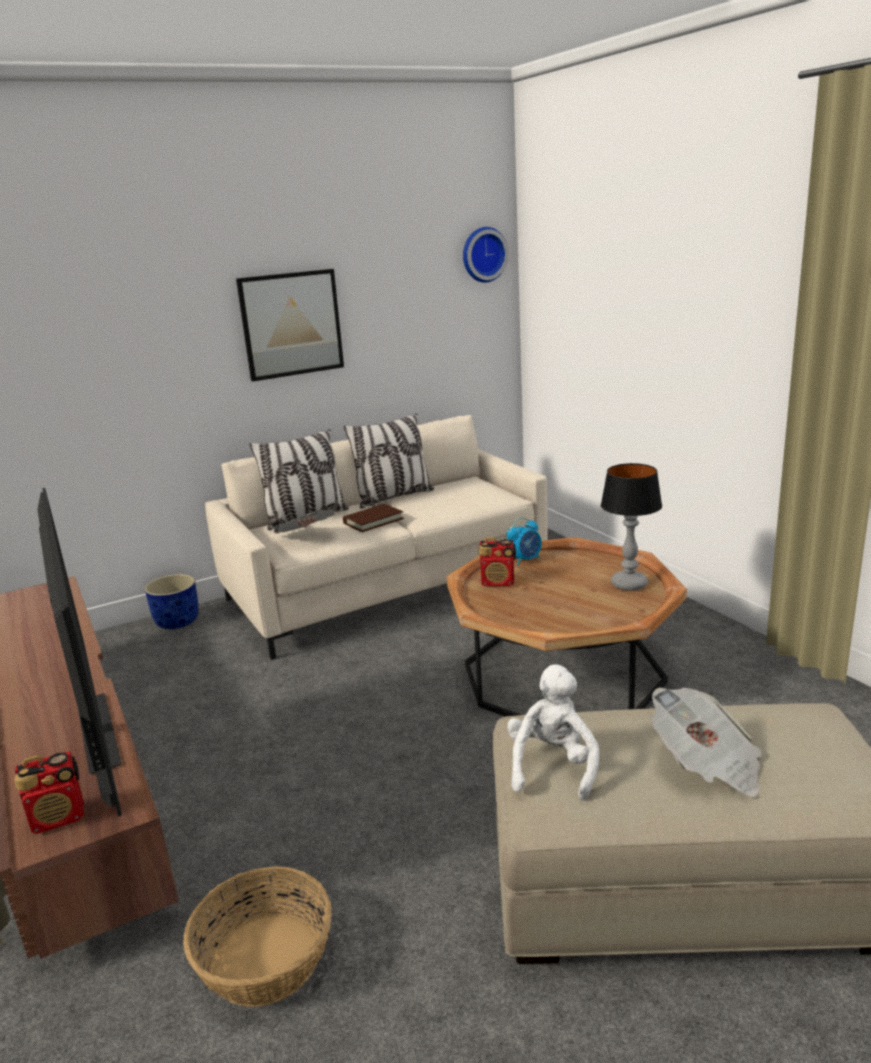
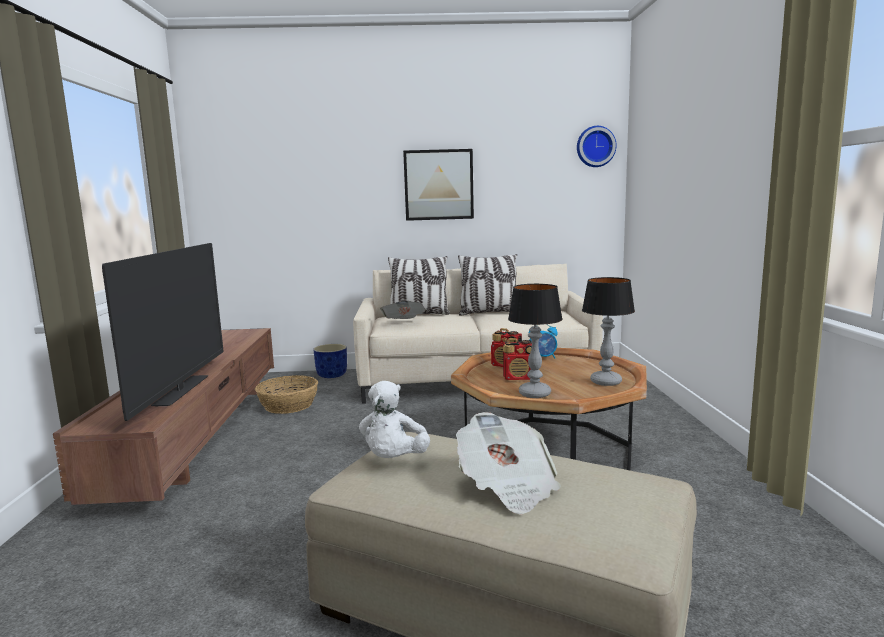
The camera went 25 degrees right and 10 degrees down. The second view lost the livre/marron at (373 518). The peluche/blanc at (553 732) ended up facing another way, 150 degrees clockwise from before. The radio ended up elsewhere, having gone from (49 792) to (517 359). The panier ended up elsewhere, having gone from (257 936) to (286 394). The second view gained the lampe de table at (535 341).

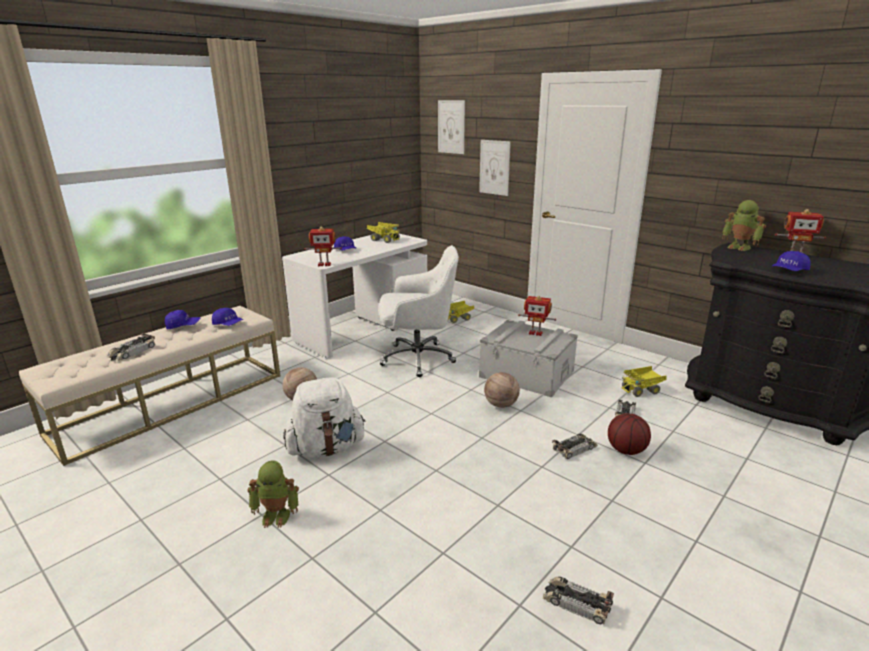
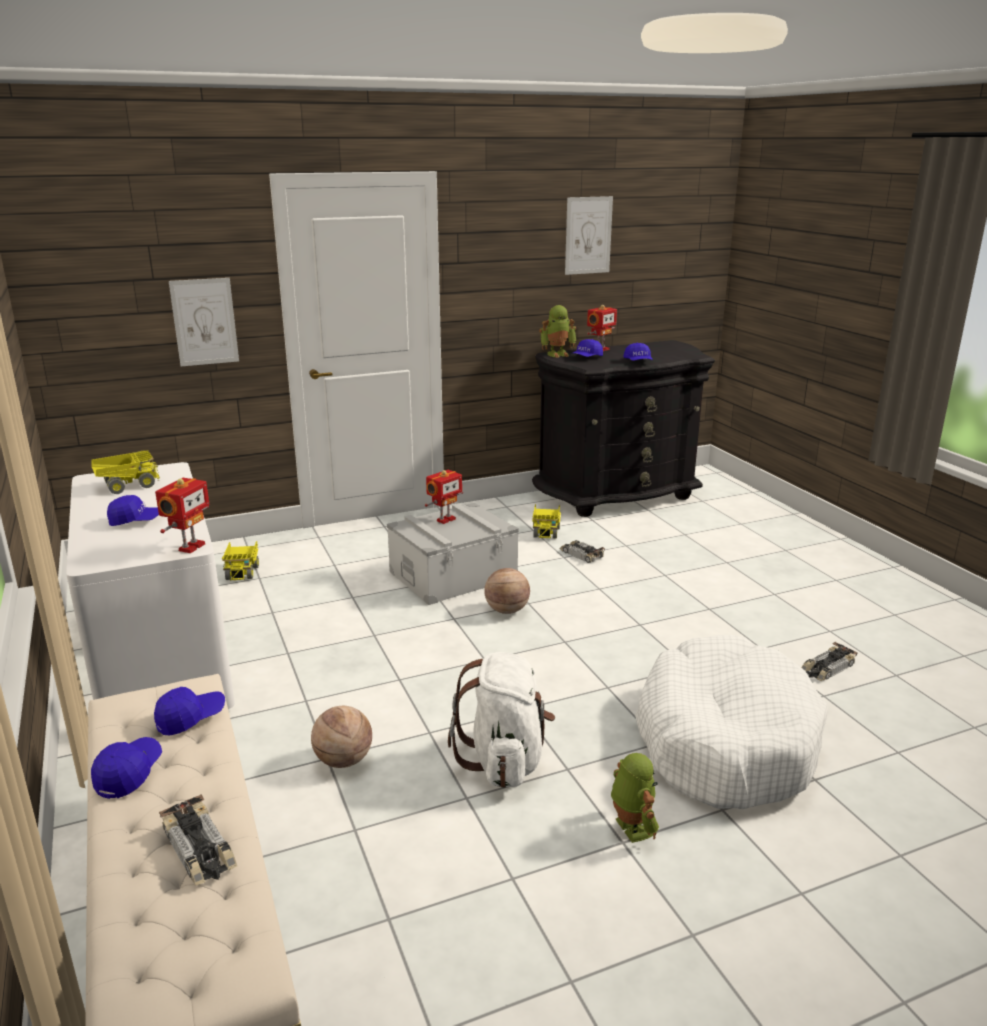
The camera went 65 degrees left and 0 degrees up. The tableau ended up elsewhere, having gone from (451 127) to (589 235). The second view lost the chaise de bureau/blanc at (418 311). The second view lost the ballon de basket at (629 434). The second view lost the petite voiture at (575 446). The robot jouet at (273 494) ended up facing another way, 45 degrees counterclockwise from before. The second view gained the casquette/bleu at (587 348). The second view gained the panier pour chien/blanc at (731 722).

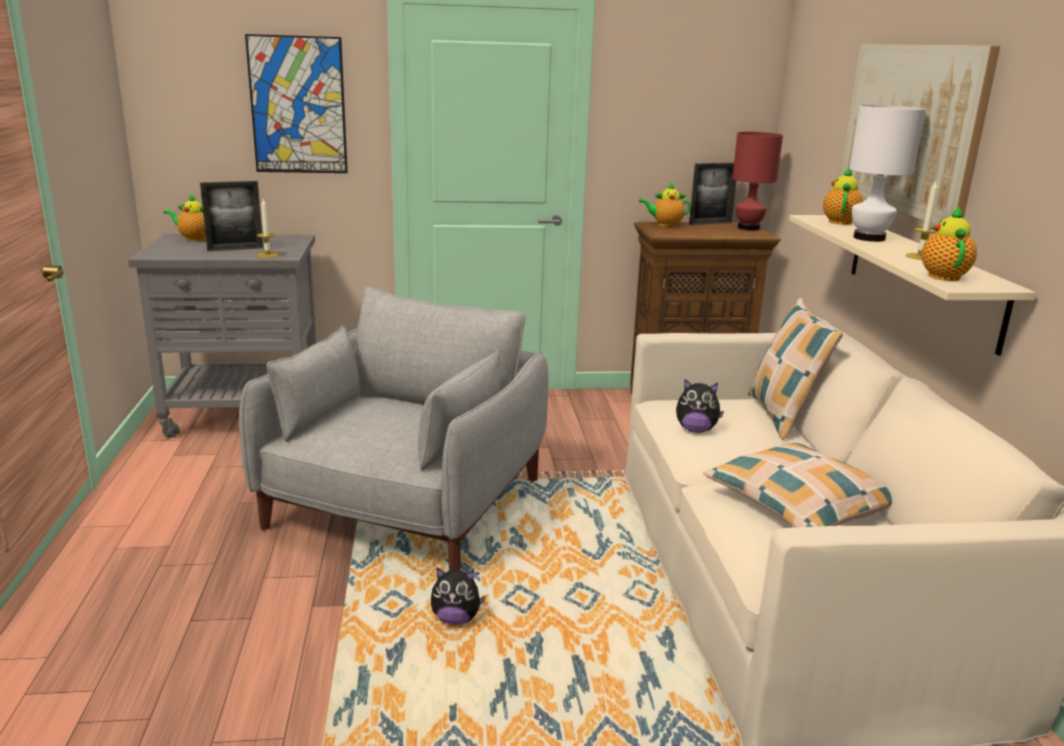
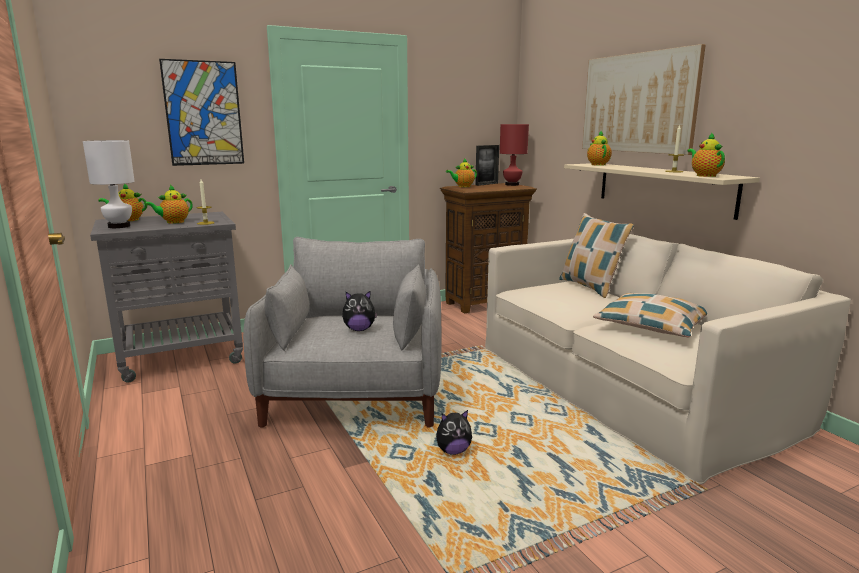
The camera went 20 degrees left and 5 degrees down. The lampe de table/blanc ended up elsewhere, having gone from (887 173) to (109 184). Where the cadre photo stood at (231 216), the théière came to stand at (168 204). The peluche ended up elsewhere, having gone from (700 406) to (360 311).

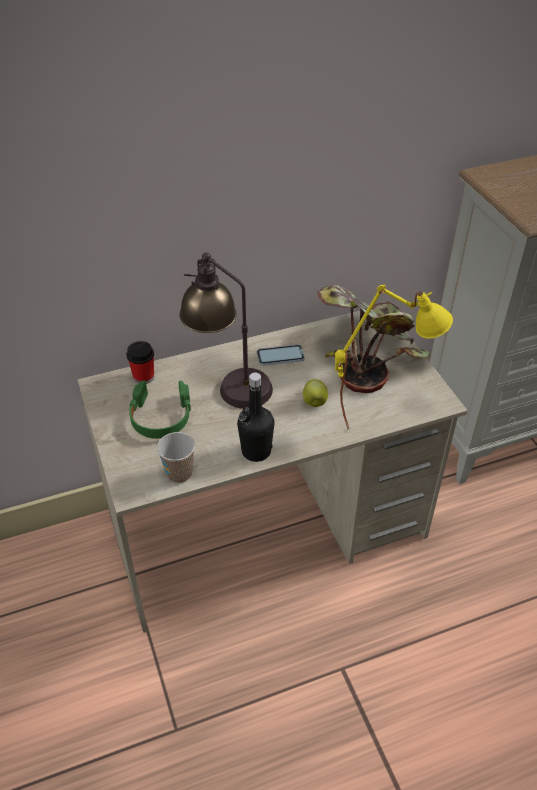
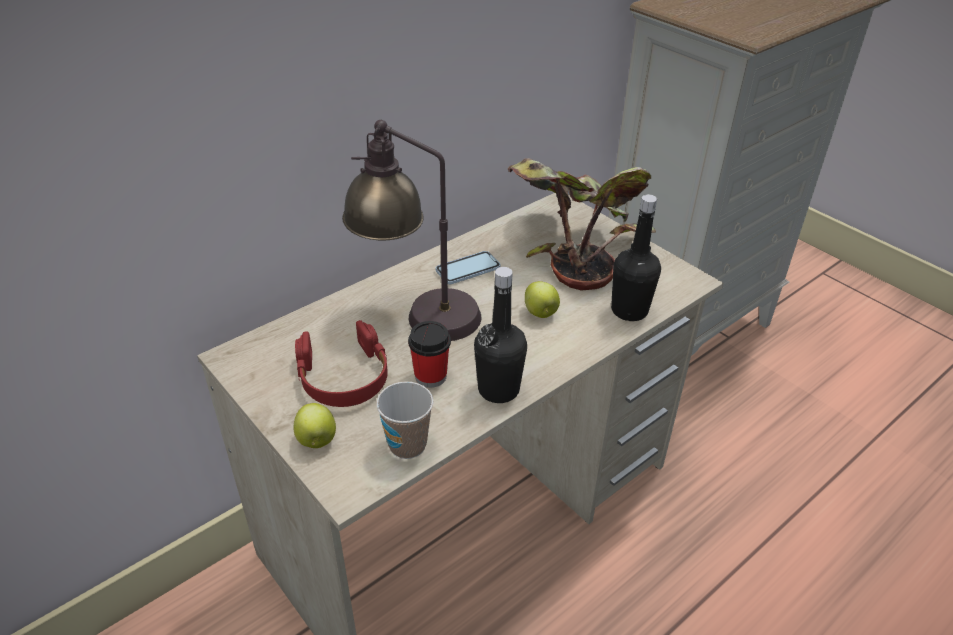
The camera went 20 degrees left and 5 degrees down. Where the lampe de table/jaune stood at (394 357), the bouteille/noir came to stand at (636 257). The tasse ended up elsewhere, having gone from (140 362) to (429 354). What was the casque audio/vert at (160 409) turned into the casque audio/rouge at (341 363). The second view gained the pomme at (315 425).

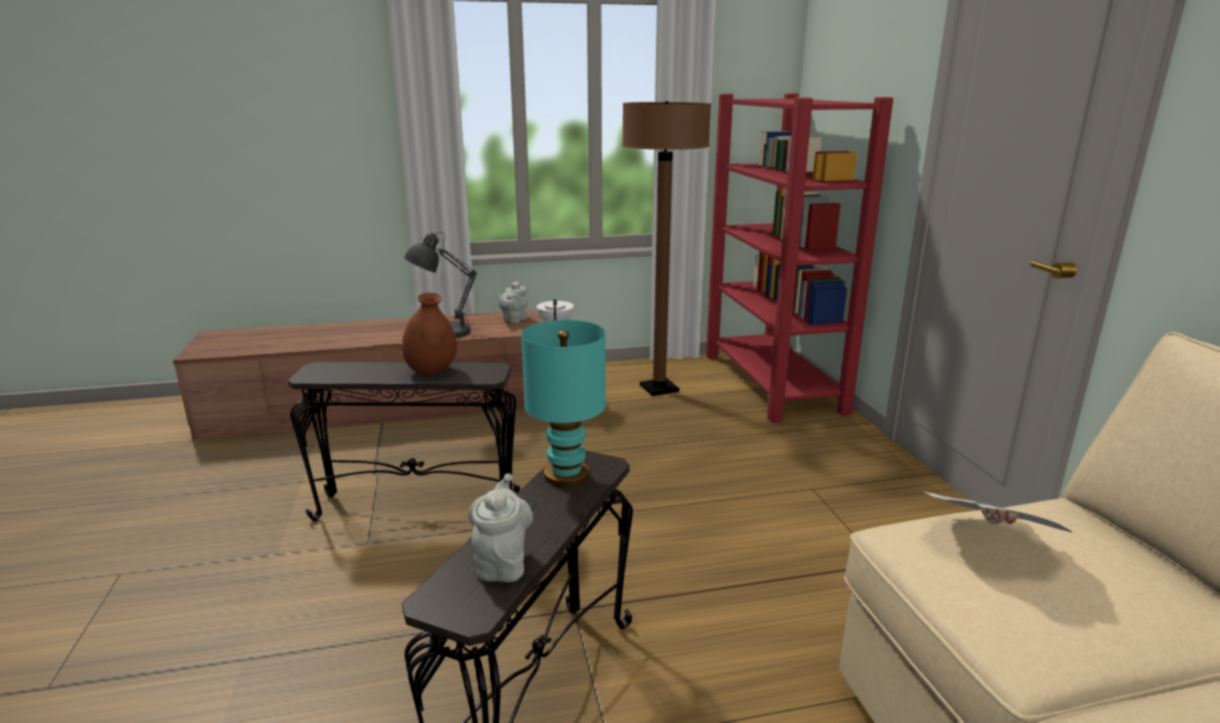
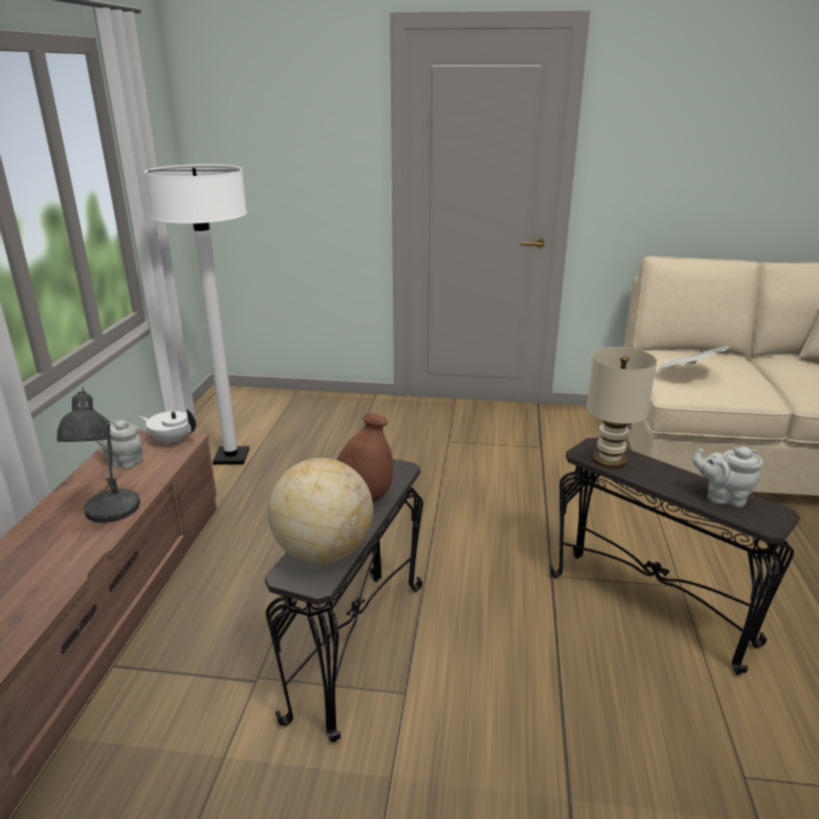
The camera went 70 degrees left and 5 degrees up. The second view lost the bibliothèque/rouge at (799 258). What was the lampadaire/marron at (666 248) turned into the lampadaire/blanc at (196 314). The théière/gris at (513 302) ended up facing another way, 150 degrees clockwise from before. What was the lampe de table/turquoise at (563 403) turned into the lampe de table/beige at (622 408). The second view gained the globe at (320 511).

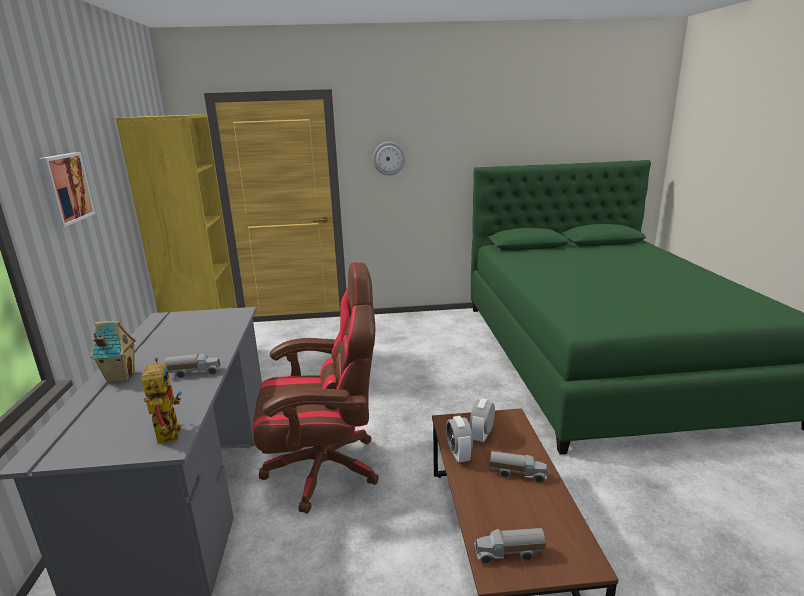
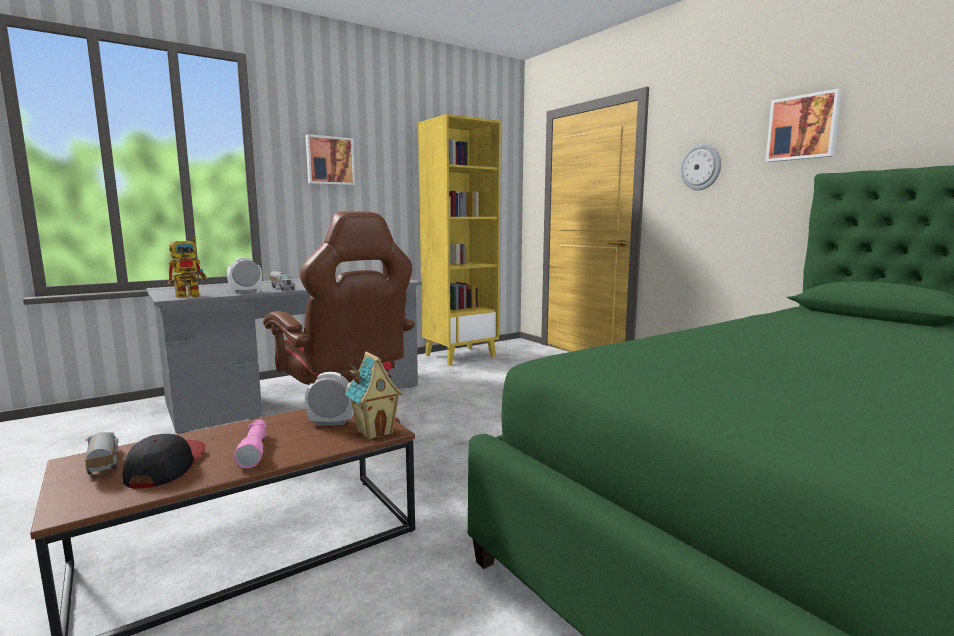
The camera went 60 degrees right and 10 degrees down. The maison miniature ended up elsewhere, having gone from (113 351) to (374 396). The réveil ended up elsewhere, having gone from (459 439) to (244 275). Where the camion jouet stood at (518 466), the lampe de poche/rose came to stand at (250 444). The second view gained the tableau at (803 125). The second view gained the casquette at (164 461).

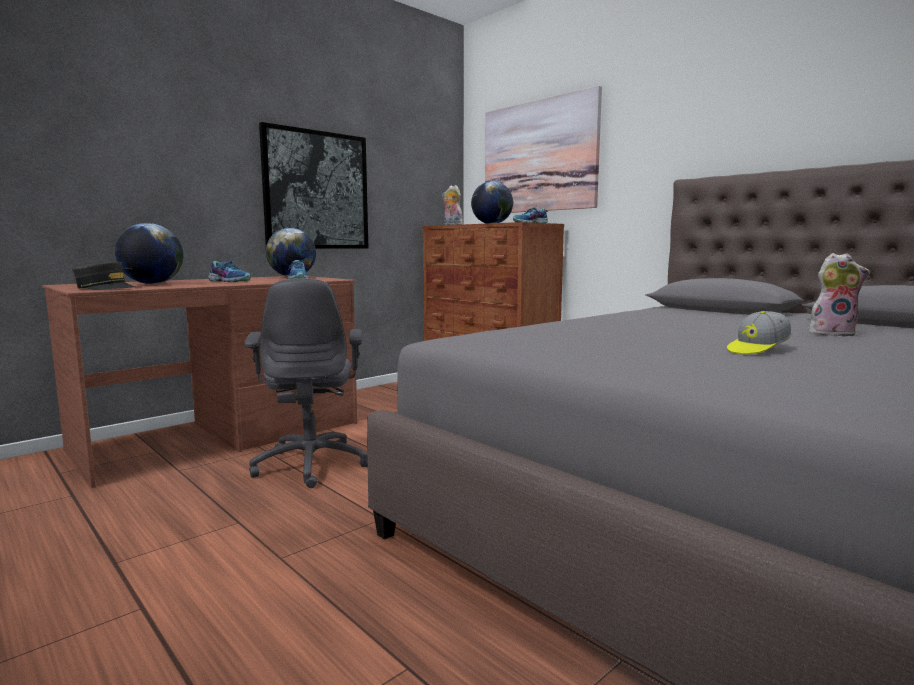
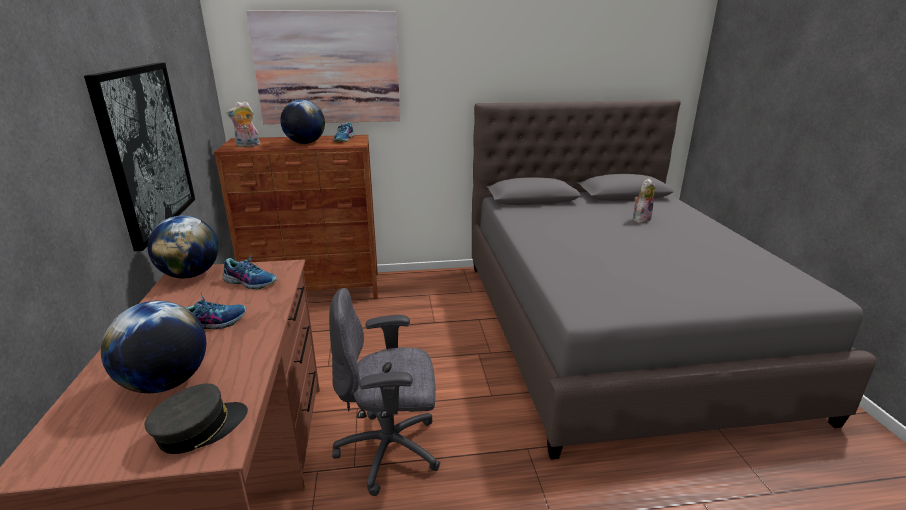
The camera went 55 degrees left and 15 degrees up. The chaise de bureau/gris at (306 383) ended up facing another way, 150 degrees clockwise from before. The second view lost the casquette at (759 332).

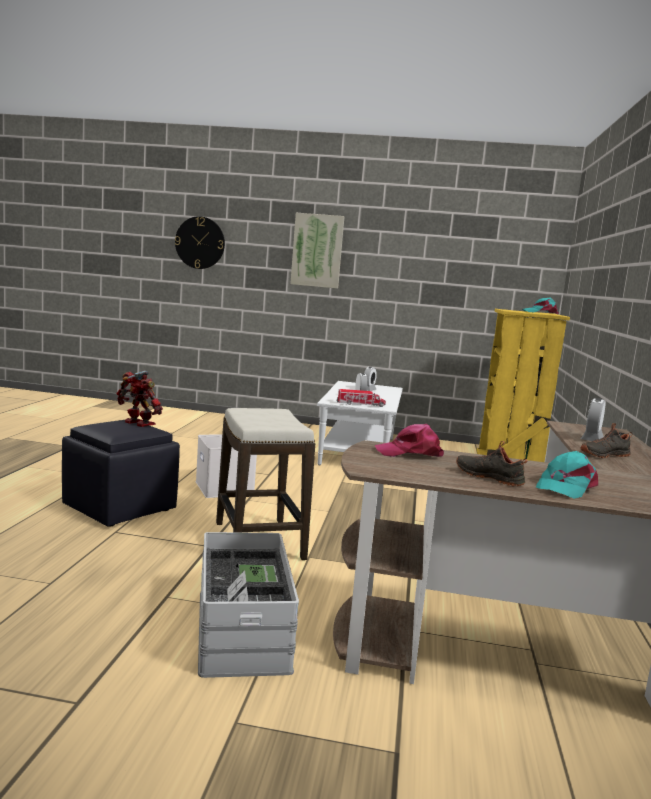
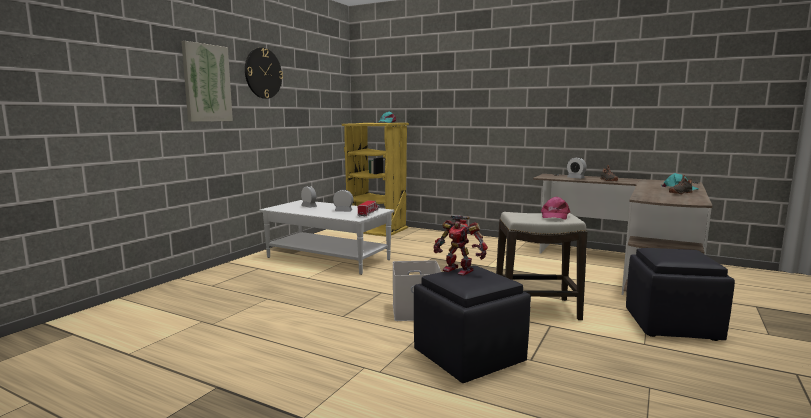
The camera went 70 degrees left and 0 degrees up. The horloge murale ended up elsewhere, having gone from (200 242) to (264 73). The robot jouet at (140 398) ended up facing another way, 105 degrees counterclockwise from before. The casquette/rose ended up elsewhere, having gone from (409 440) to (555 208). Where the boîte de rangement/gris stood at (248 605), the pouf/noir came to stand at (680 294).

